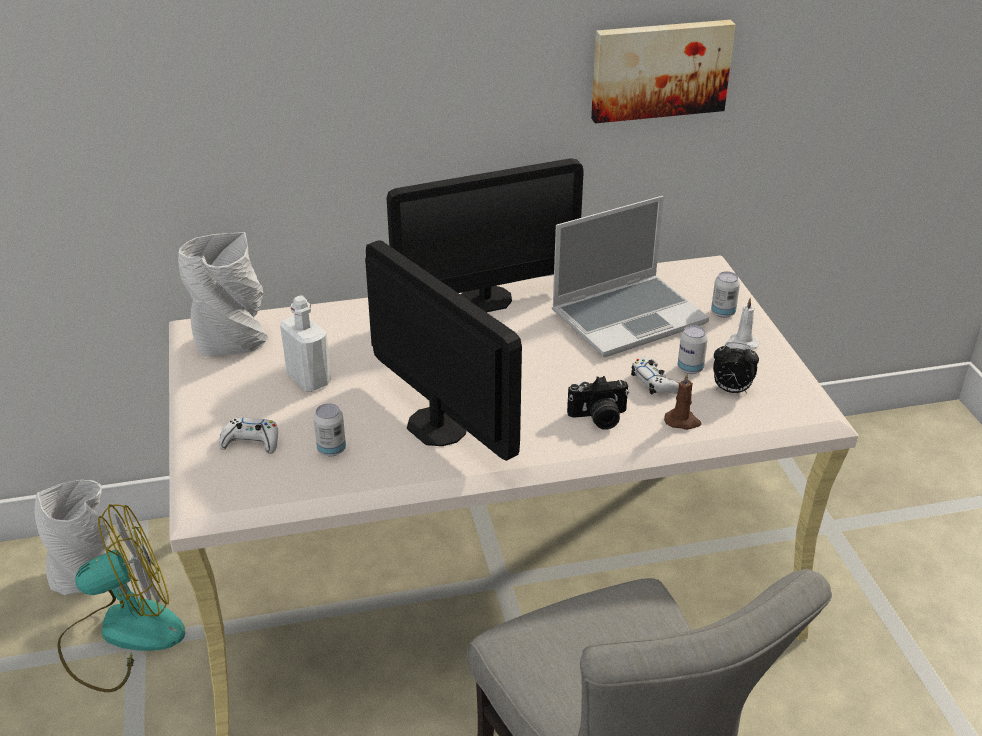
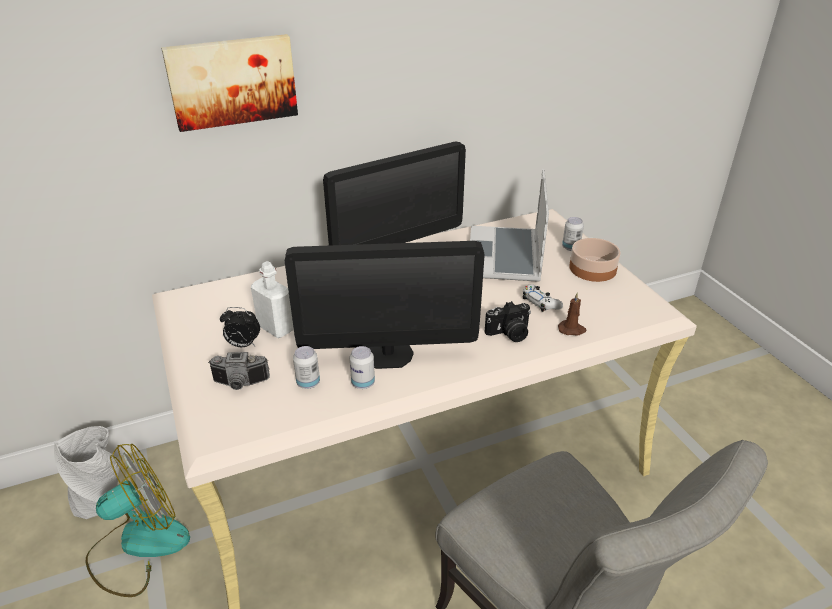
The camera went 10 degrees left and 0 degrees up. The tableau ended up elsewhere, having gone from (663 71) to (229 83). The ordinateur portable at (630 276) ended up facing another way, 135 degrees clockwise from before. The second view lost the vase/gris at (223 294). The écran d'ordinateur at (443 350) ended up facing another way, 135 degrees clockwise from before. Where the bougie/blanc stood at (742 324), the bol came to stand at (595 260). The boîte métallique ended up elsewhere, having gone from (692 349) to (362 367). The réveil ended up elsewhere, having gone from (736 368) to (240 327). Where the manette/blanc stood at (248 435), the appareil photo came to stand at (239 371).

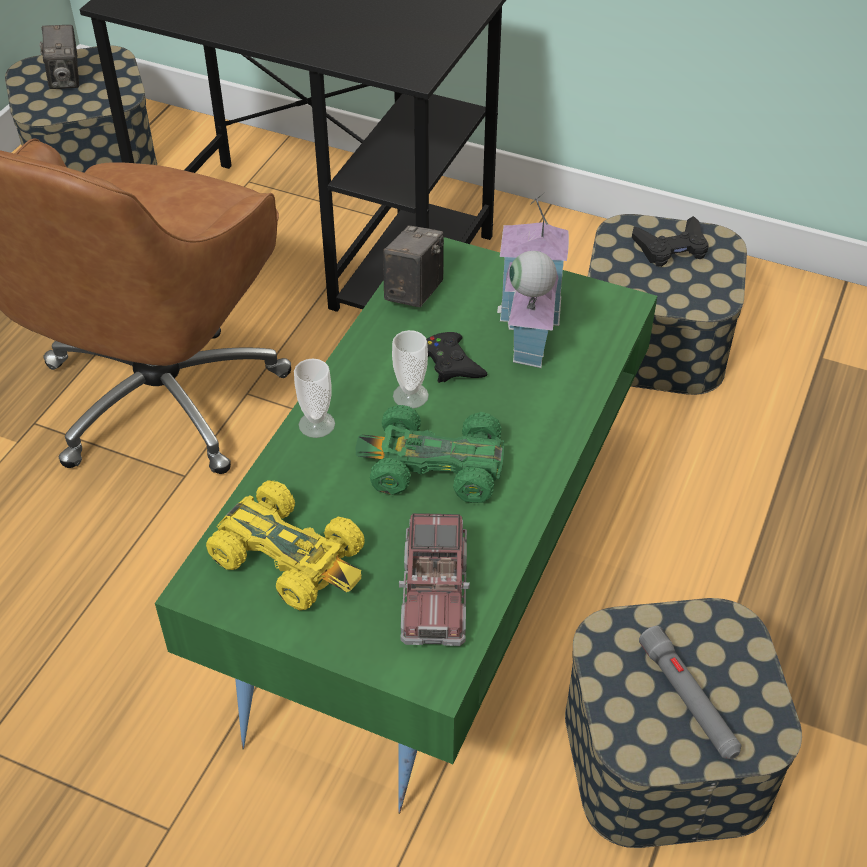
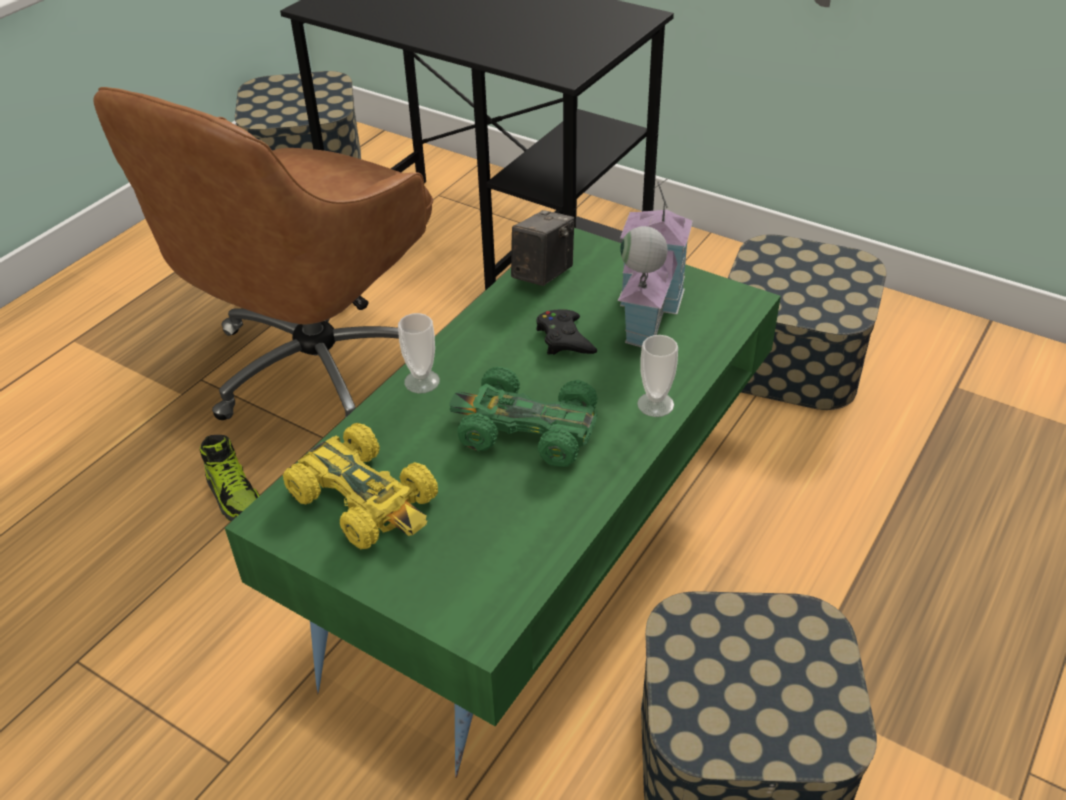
The camera went 10 degrees right and 5 degrees down. The second view lost the appareil photo at (59 57). The second view lost the manette/noir at (670 241). The tasse ended up elsewhere, having gone from (410 369) to (657 376). The second view lost the camion jouet at (434 579). The second view lost the lampe de poche/gris at (690 692). The second view gained the chaussure at (229 478).

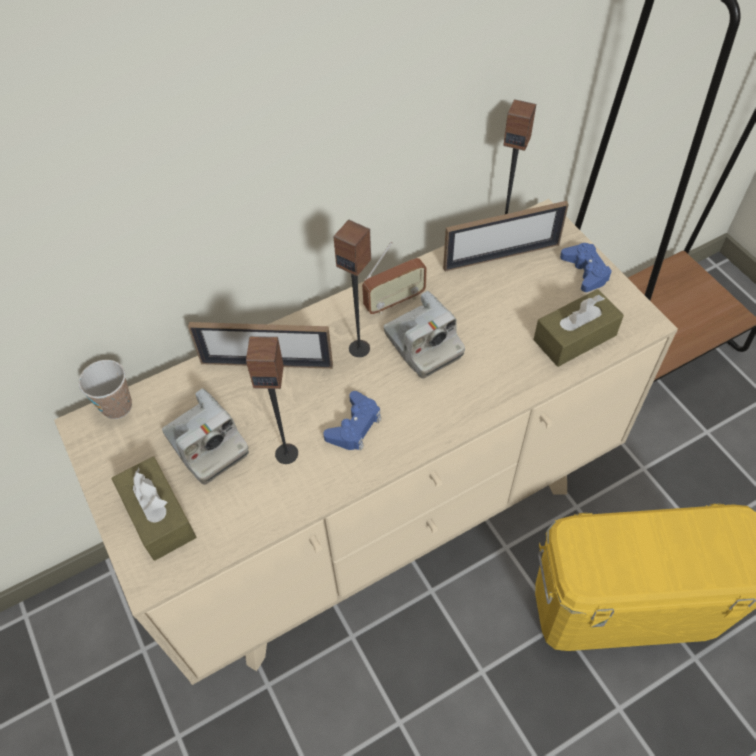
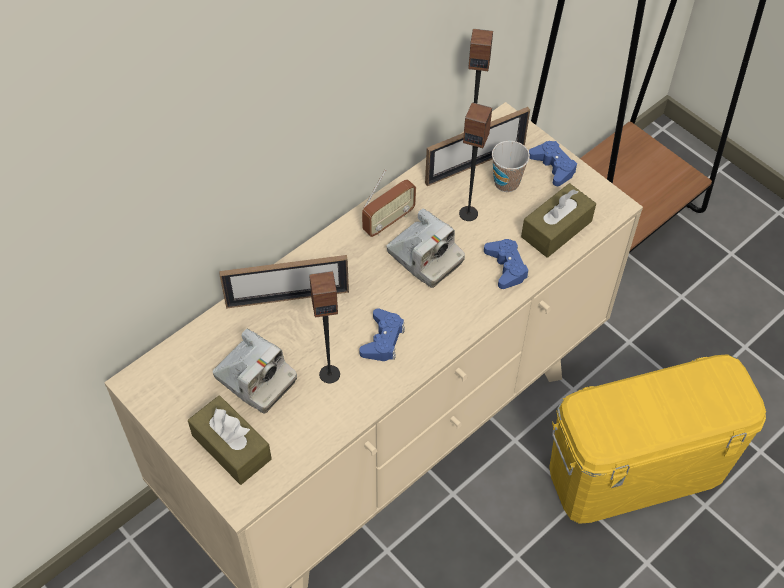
The camera went 15 degrees left and 0 degrees up. The enceinte ended up elsewhere, having gone from (352 288) to (475 161). The tasse ended up elsewhere, having gone from (105 389) to (511 166). The second view gained the manette/bleu at (506 264).

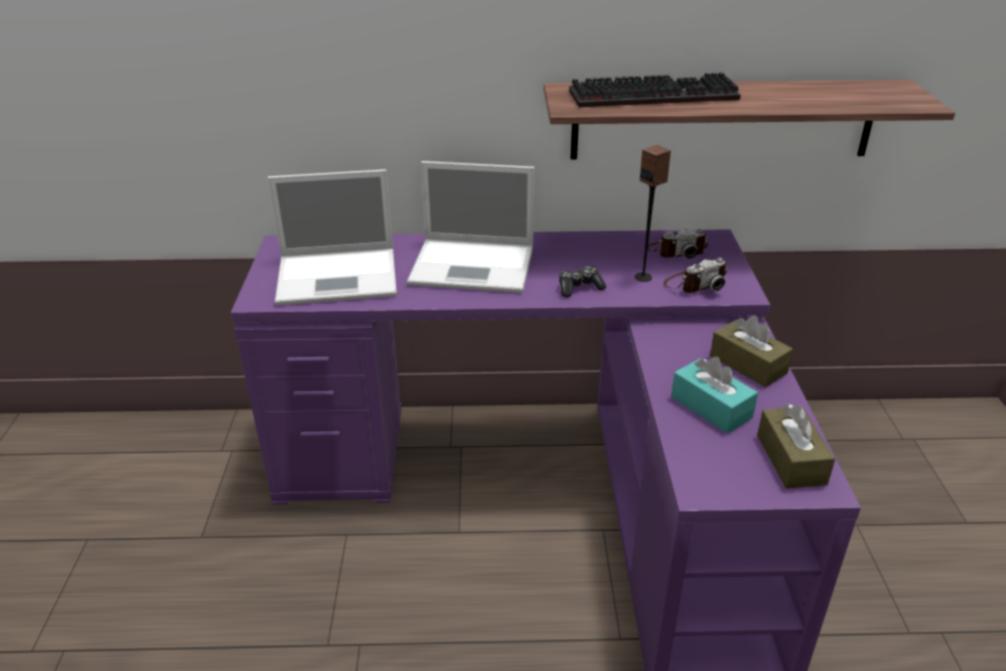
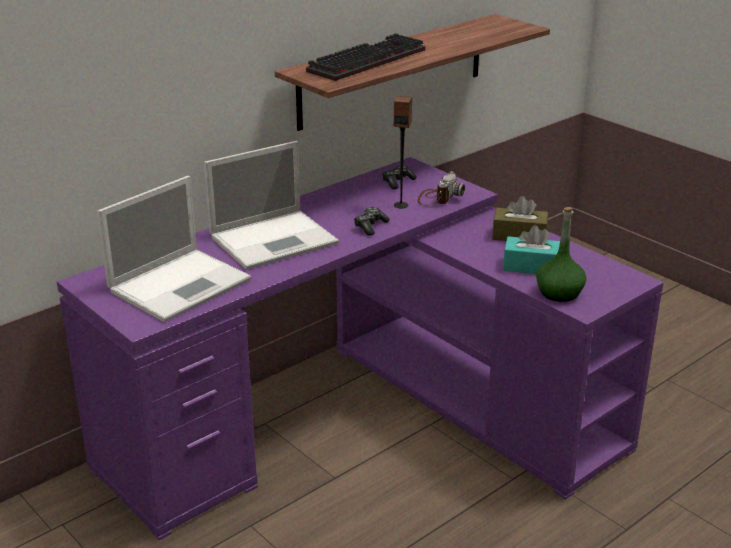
The camera went 40 degrees left and 5 degrees down. Where the appareil photo stood at (677 243), the manette came to stand at (399 177). The second view lost the boîte à mouchoirs/marron at (796 446). The second view gained the bouteille/vert at (561 254).

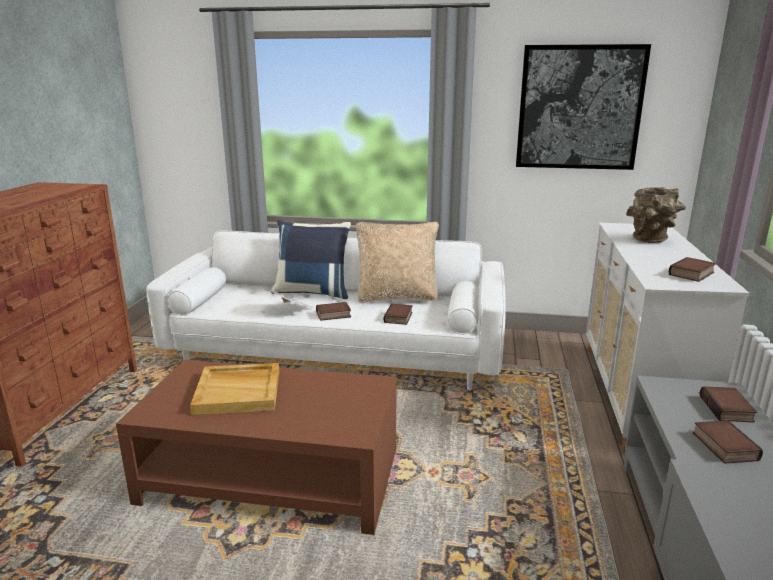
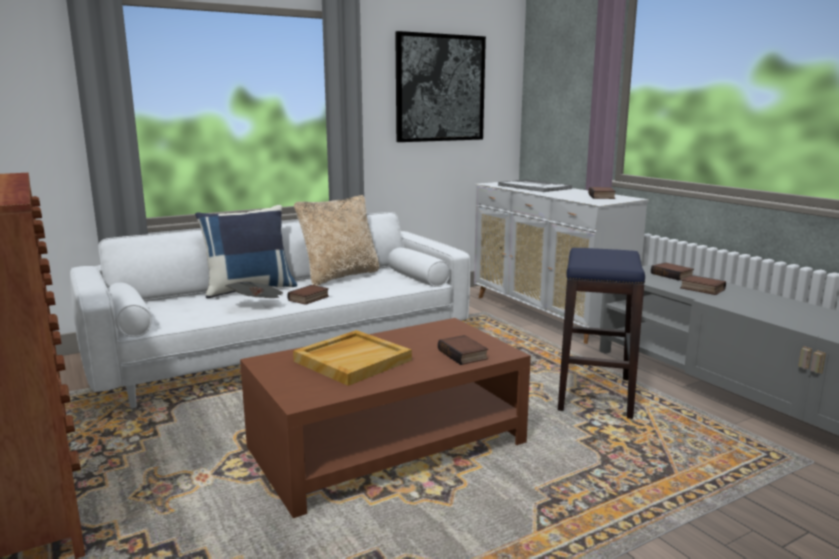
The camera went 40 degrees left and 5 degrees down. Where the vase/marron stood at (656 215), the plateau came to stand at (535 185). The livre ended up elsewhere, having gone from (398 314) to (463 350). The second view gained the tabouret at (601 333).

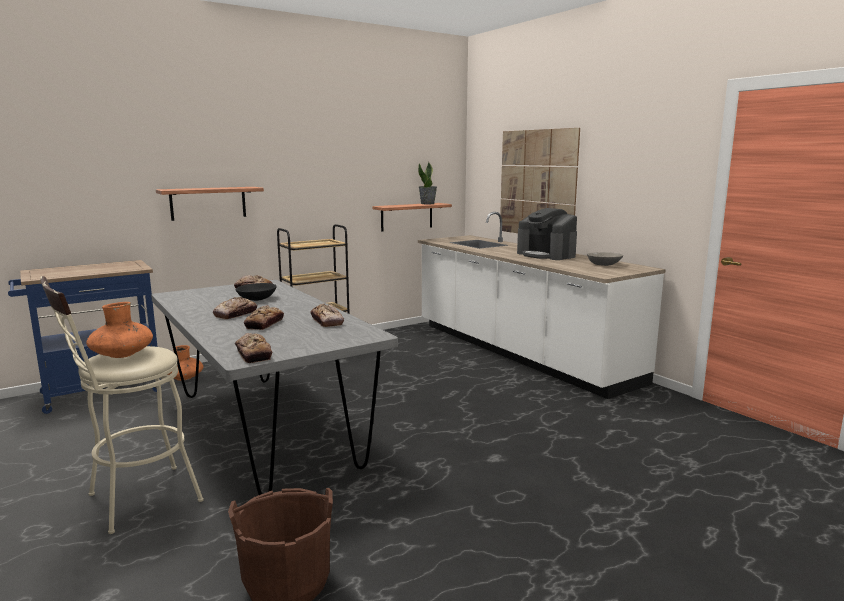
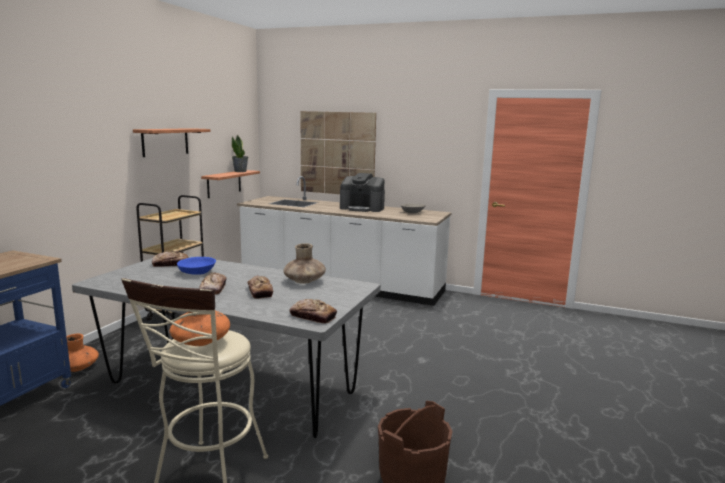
The camera went 35 degrees left and 0 degrees up. The étagère ended up elsewhere, having gone from (210 204) to (172 142). What was the bol/noir at (256 292) turned into the bol/bleu at (196 266). Where the pain stood at (327 315), the vase/marron came to stand at (304 263).

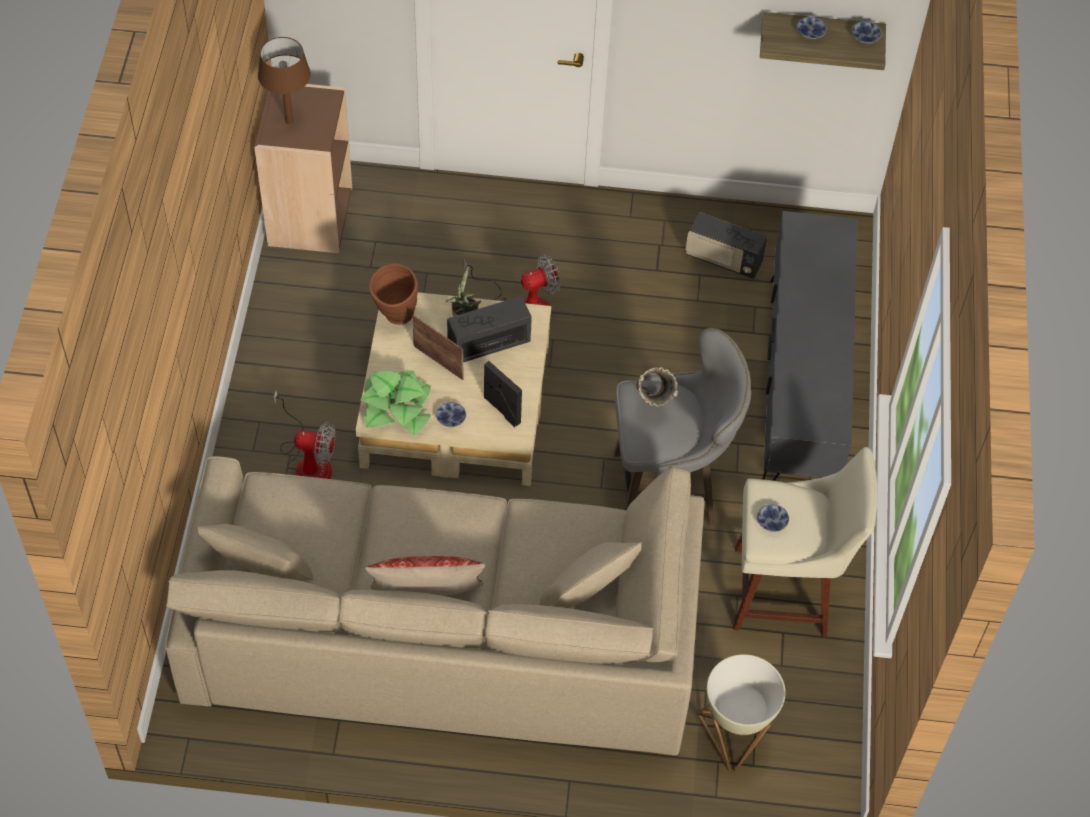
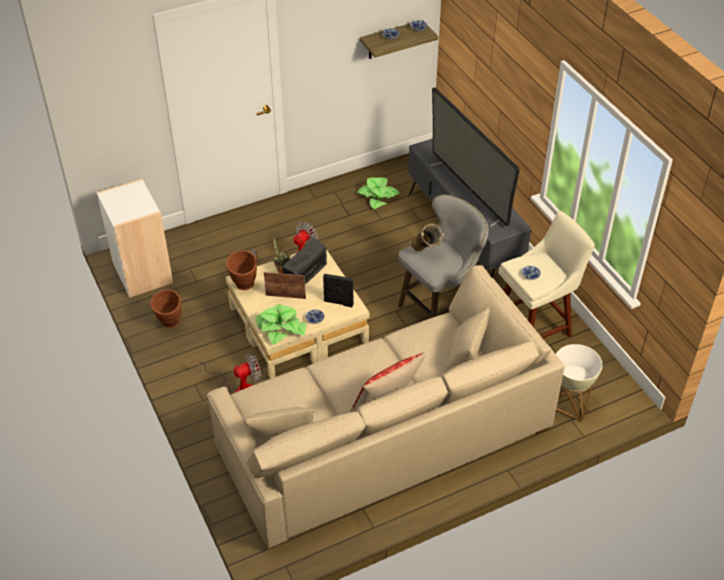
The camera went 30 degrees left and 10 degrees down. The second view lost the lampe de table/marron at (284 80). What was the bibliothèque/marron at (303 168) turned into the bibliothèque/blanc at (135 238). Where the radio stood at (726 245), the plante en pot came to stand at (378 193). The second view gained the téléviseur at (474 157). The second view gained the vase/marron at (166 309).

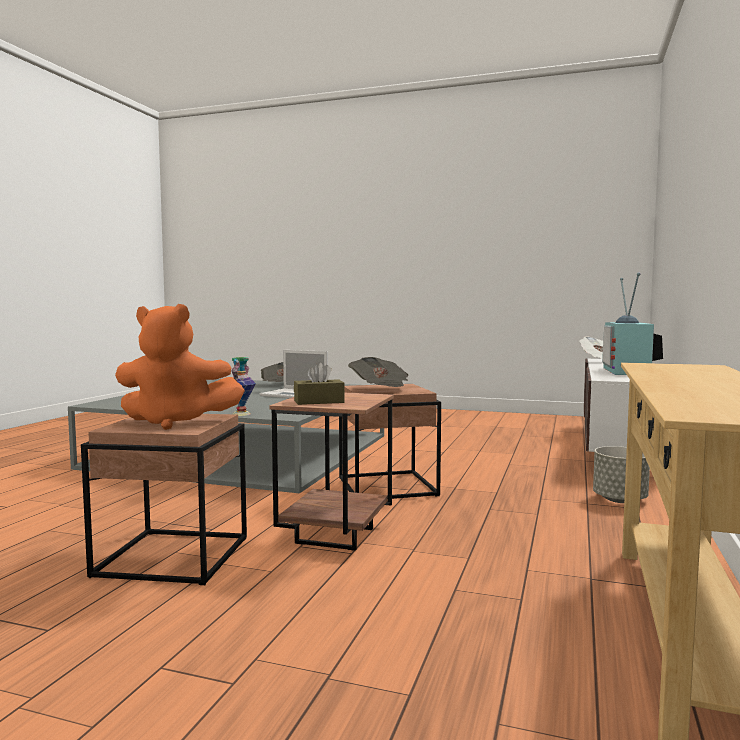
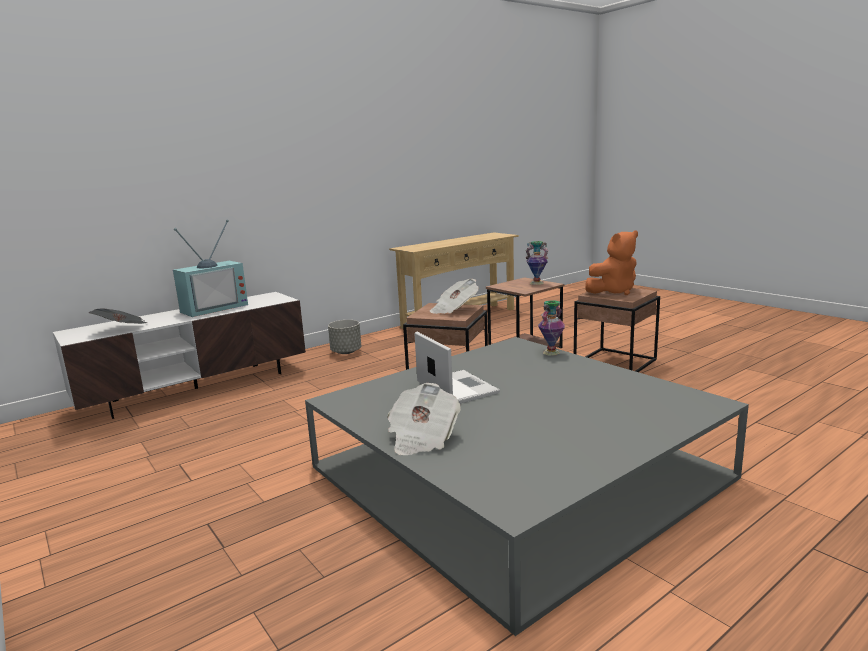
The camera went 145 degrees left and 10 degrees up. The peluche/orange at (180 367) ended up facing another way, 120 degrees clockwise from before. Where the boîte à mouchoirs/marron stood at (319 383), the vase came to stand at (537 263).

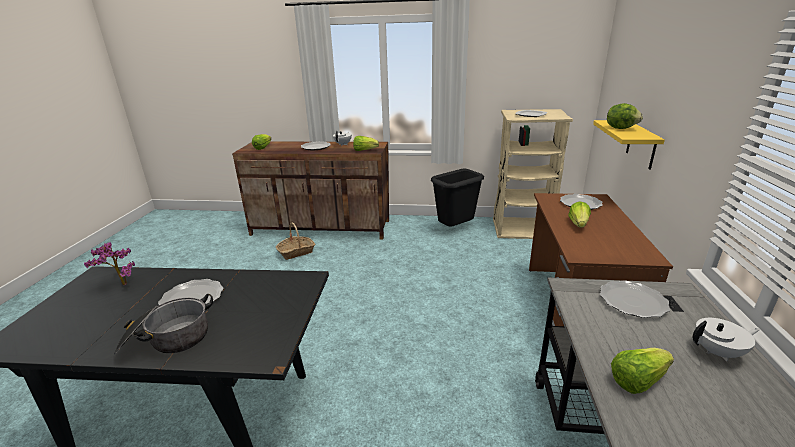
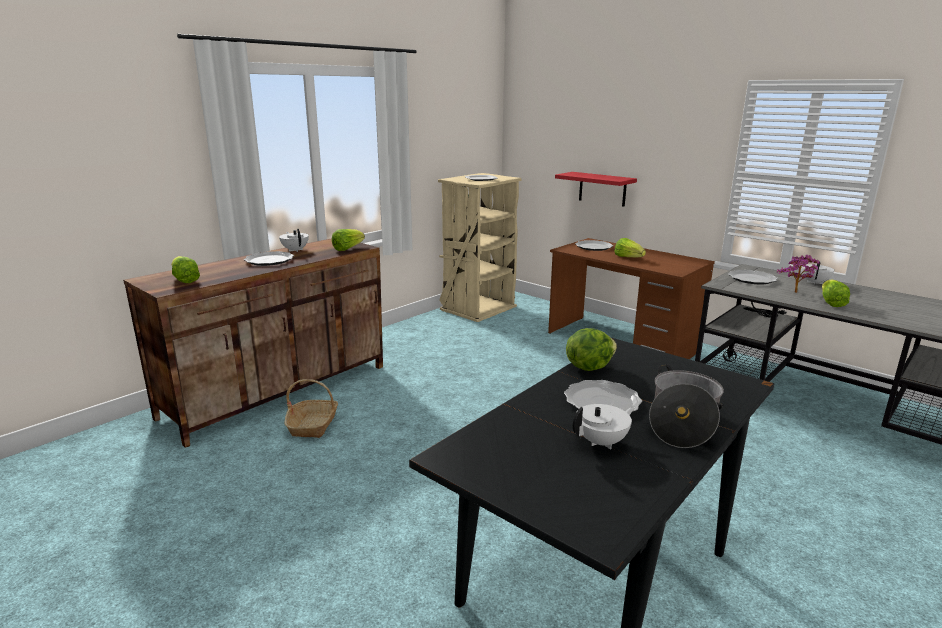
The camera went 55 degrees left and 5 degrees down. The laitue ended up elsewhere, having gone from (625 116) to (591 349). What was the étagère/jaune at (629 145) turned into the étagère/rouge at (596 189). The second view lost the poubelle/noir at (457 198). The plante en pot ended up elsewhere, having gone from (109 263) to (798 274). The second view gained the théière/blanc at (604 427).

